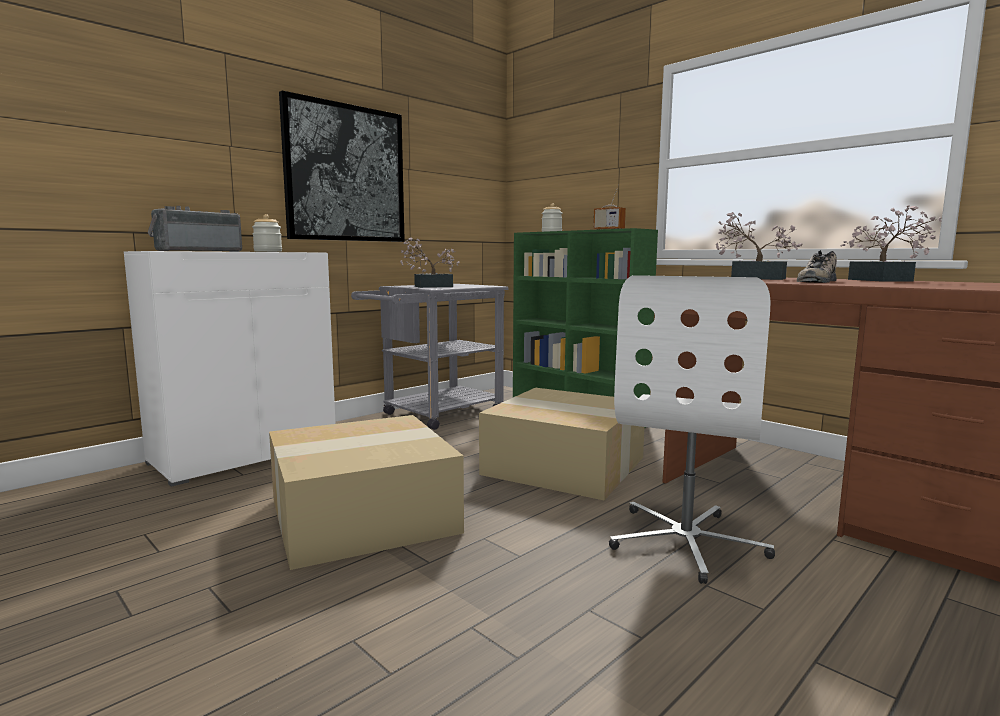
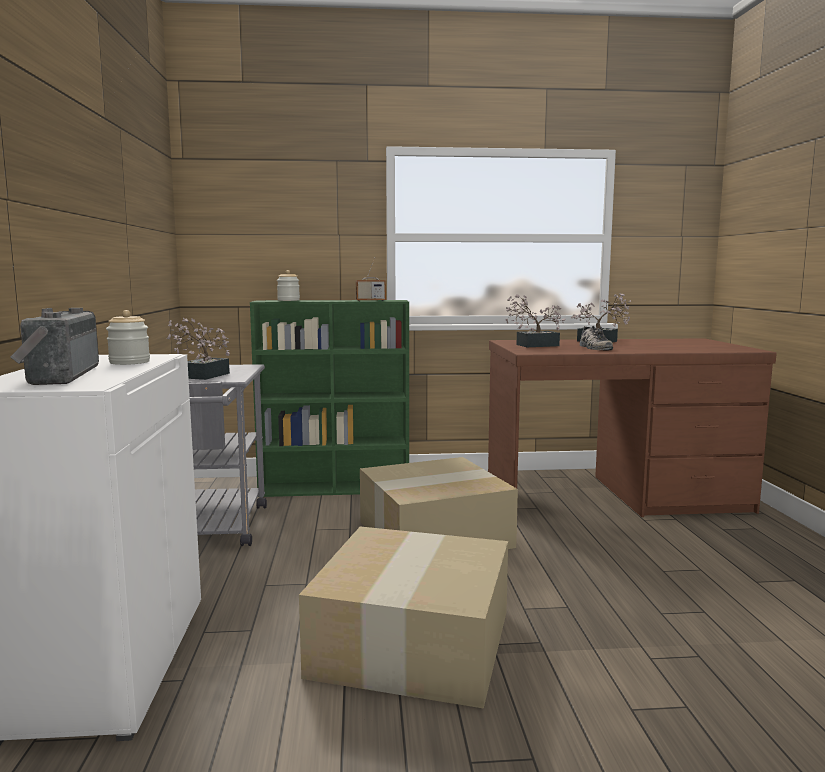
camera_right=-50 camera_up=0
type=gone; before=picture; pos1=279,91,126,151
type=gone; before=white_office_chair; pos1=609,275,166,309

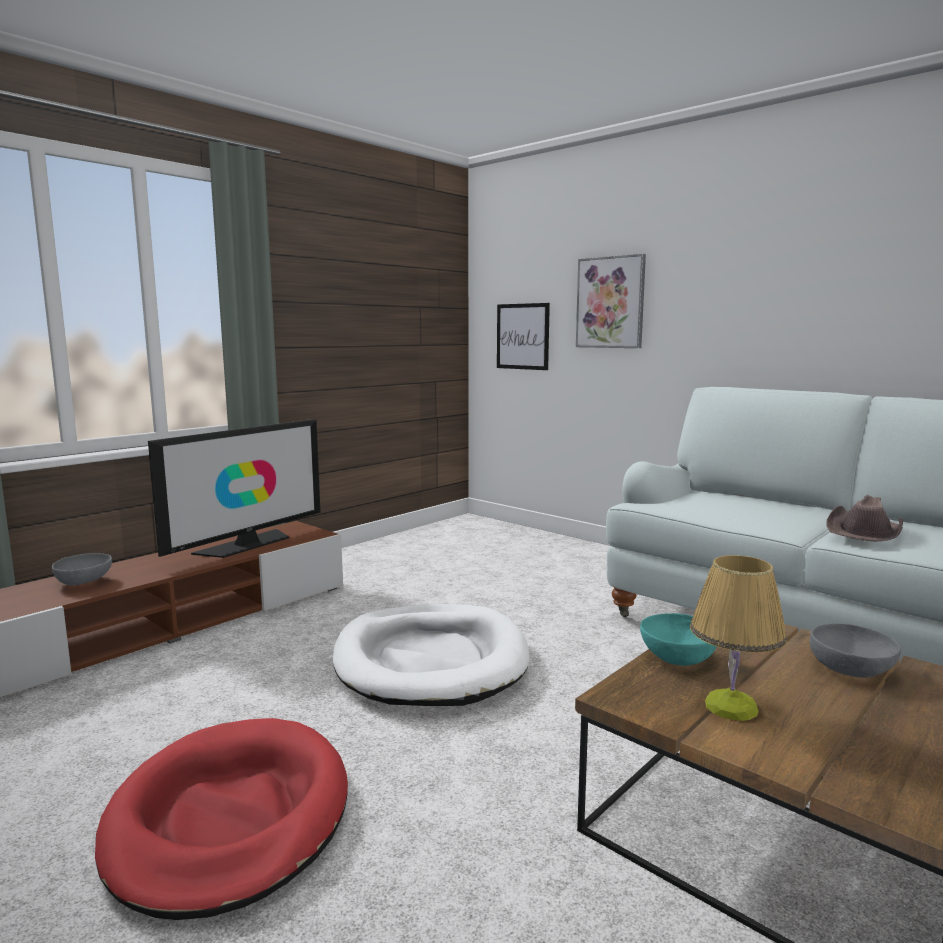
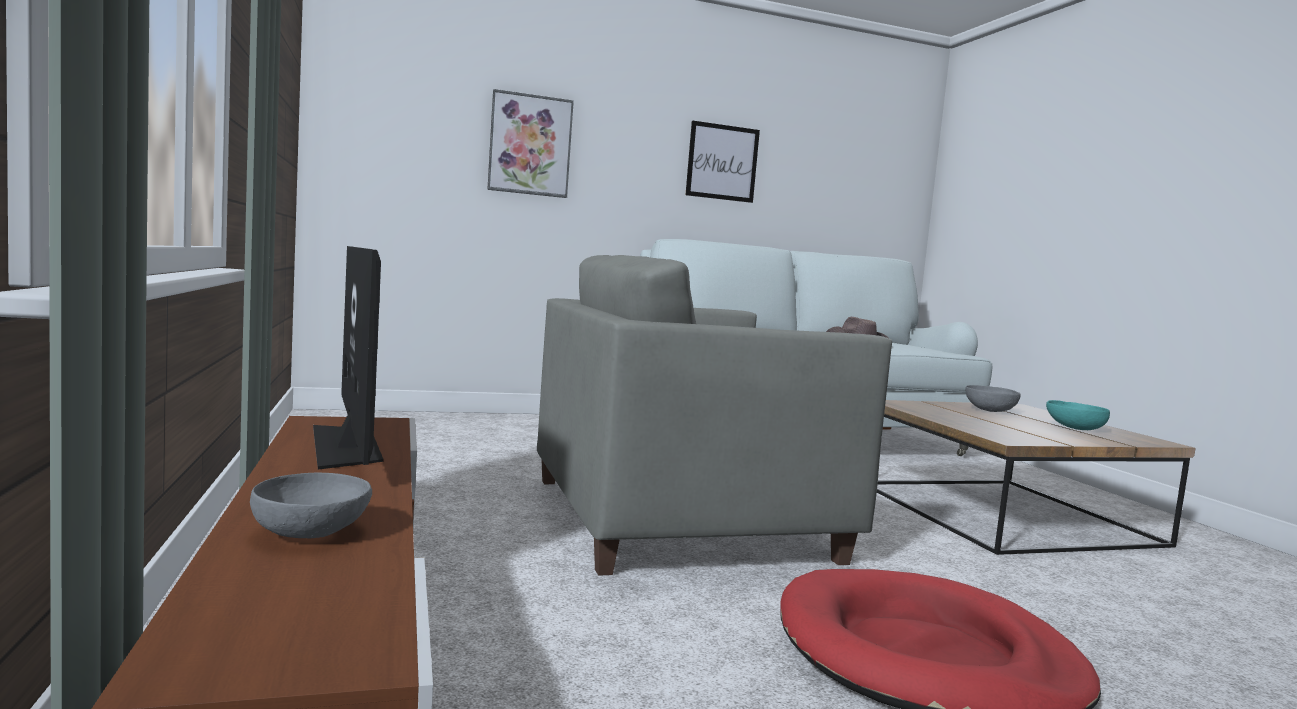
camera_right=-60 camera_up=-5
type=shifted; before=picture; pos1=497,303,53,67; pos2=686,121,74,82
type=gone; before=table_lamp; pos1=690,555,97,166
type=swapped; before=white_dog_bed; after=grey_armchair; pos1=333,604,197,102; pos2=537,255,355,321
type=shifted; before=turquoise_bowl; pos1=640,613,77,53; pos2=1046,400,64,30

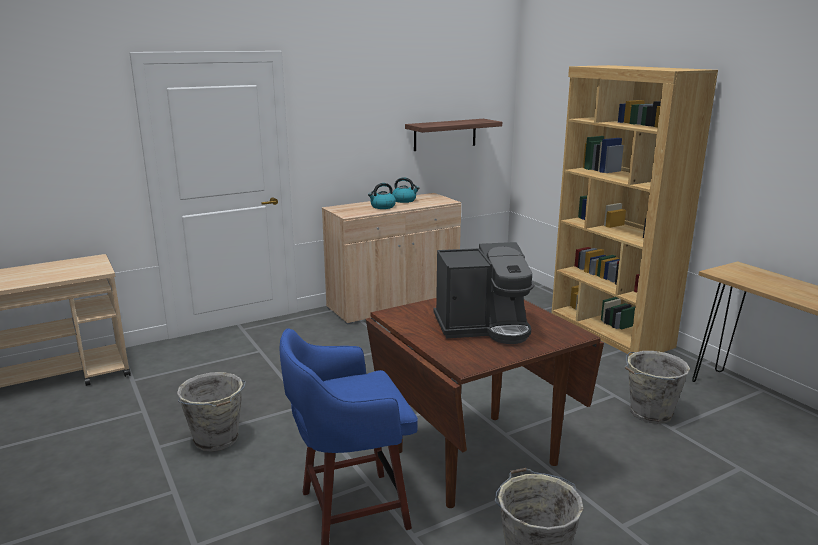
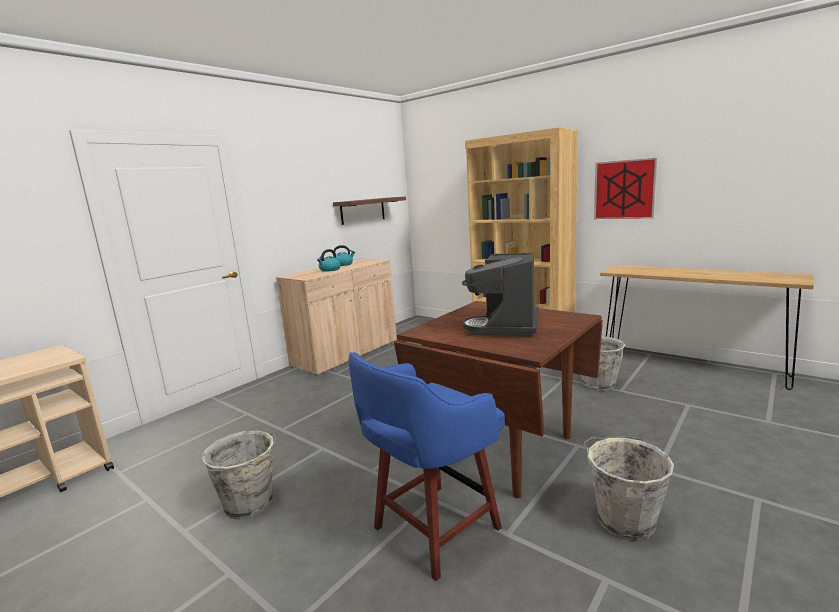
camera_right=-20 camera_up=-5
type=rotated; before=coffee_maker; pos1=433,242,101,102; pos2=462,253,77,84; turn=135
type=new; after=picture; pos2=594,158,63,61

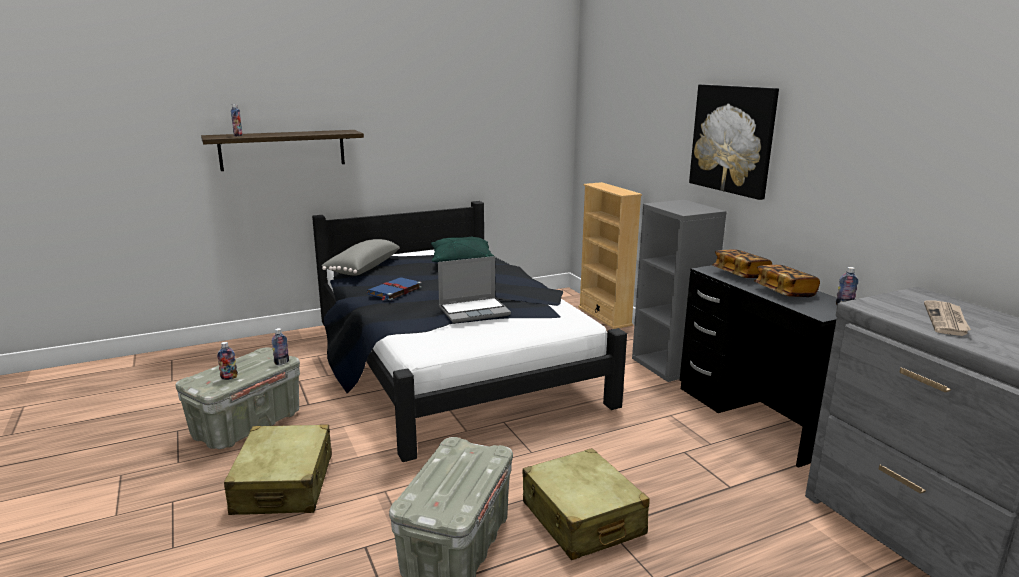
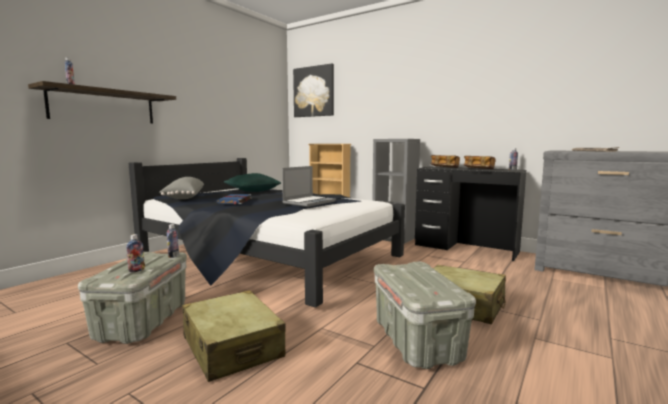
camera_right=-30 camera_up=-10
type=shifted; before=picture; pos1=689,84,90,116; pos2=293,63,41,54

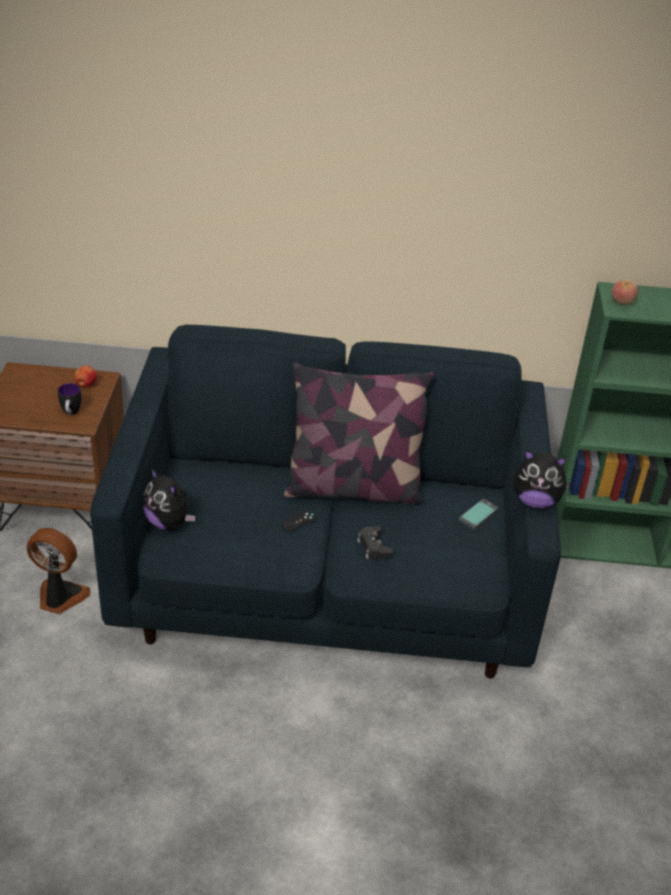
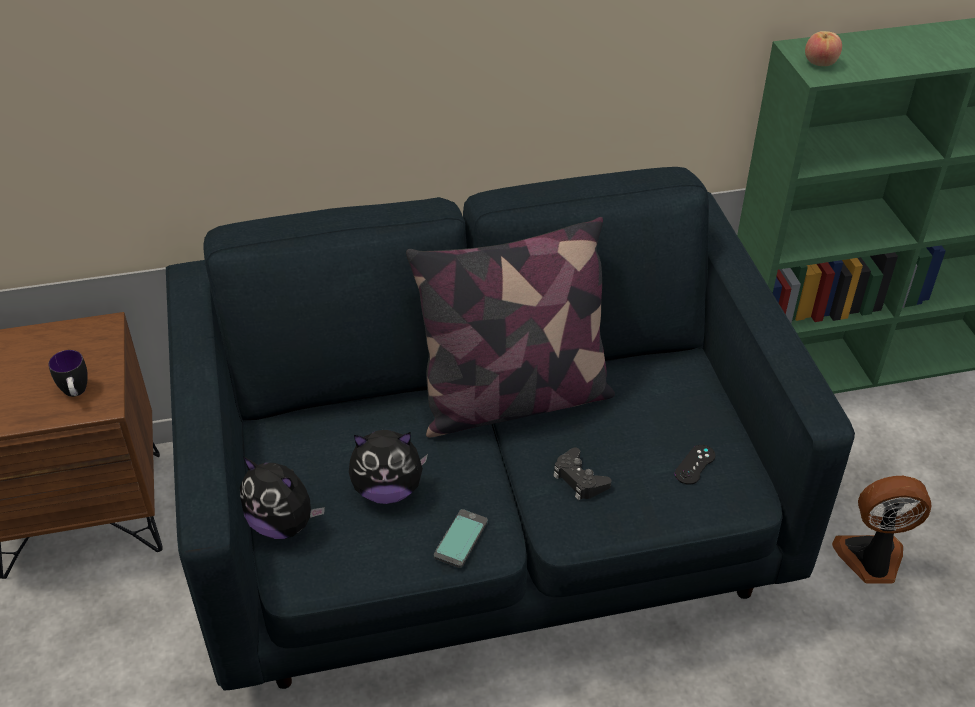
camera_right=-15 camera_up=5
type=gone; before=apple_fruit; pos1=74,365,23,22
type=shifted; before=plush_toy; pos1=513,449,58,59; pos2=349,430,79,74
type=shifted; before=telephone; pos1=459,499,39,30; pos2=434,509,54,59
type=shifted; before=black-coloured_gamepad; pos1=282,510,35,21; pos2=675,445,40,40
type=shifted; before=cooling_fan; pos1=27,528,64,86; pos2=832,476,99,108

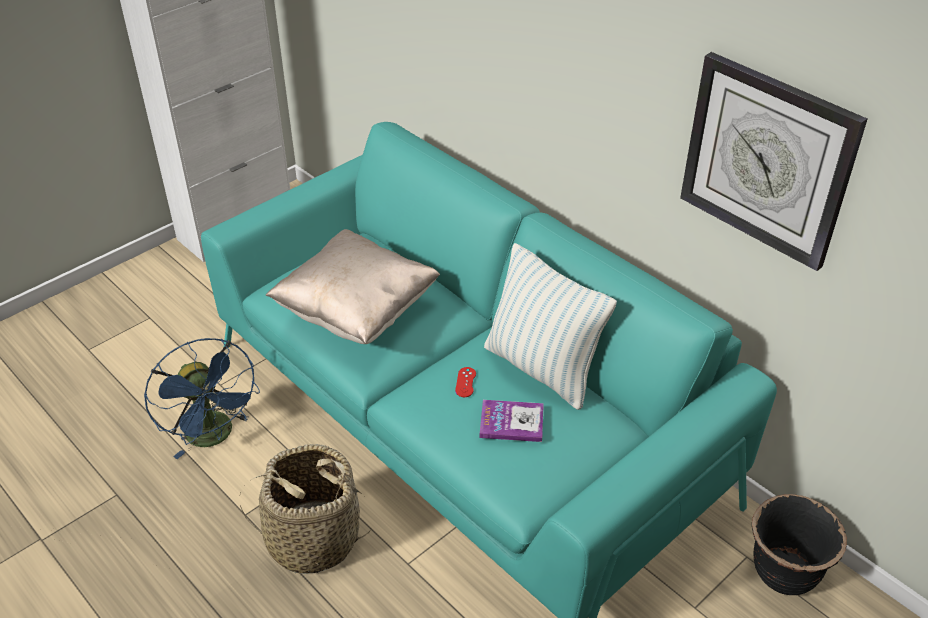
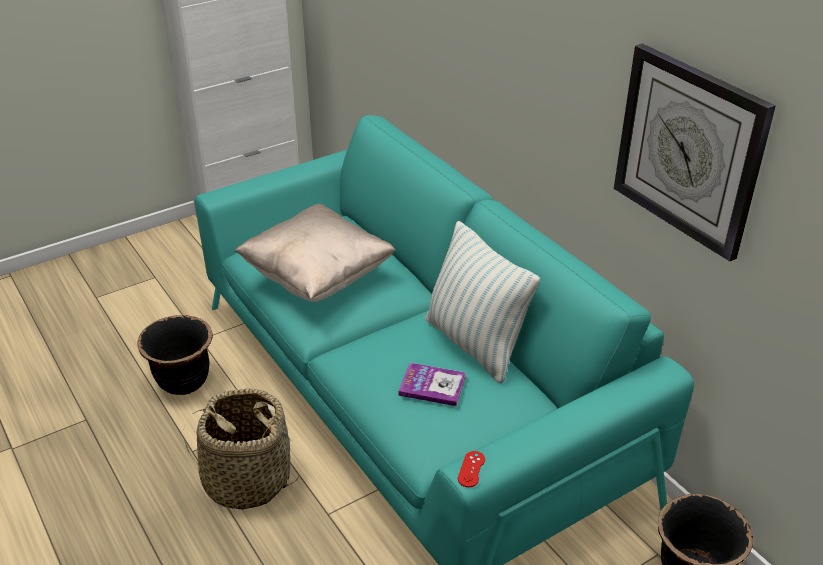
camera_right=10 camera_up=-5
type=swapped; before=bluish_cooling_fan; after=black-coloured_flower_pot; pos1=144,338,116,121; pos2=137,315,76,80
type=shifted; before=red_gamepad; pos1=455,367,21,30; pos2=458,451,27,36

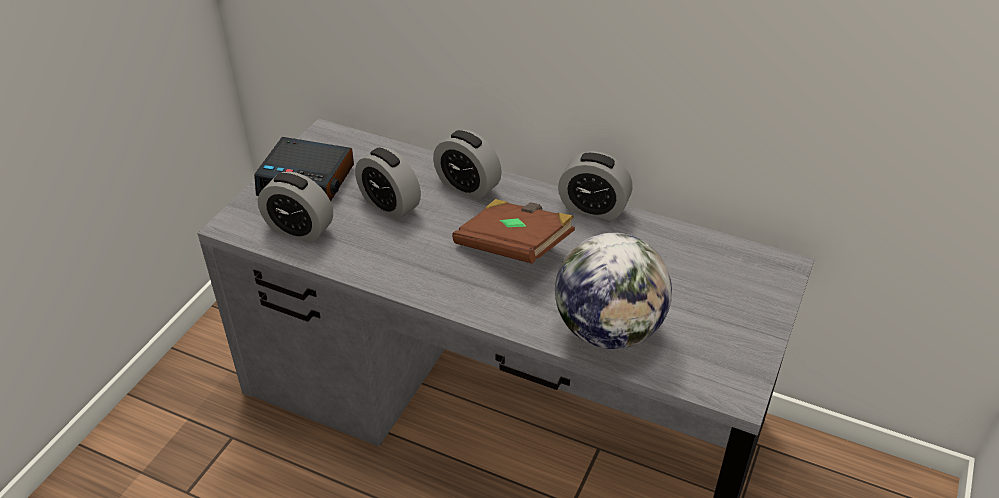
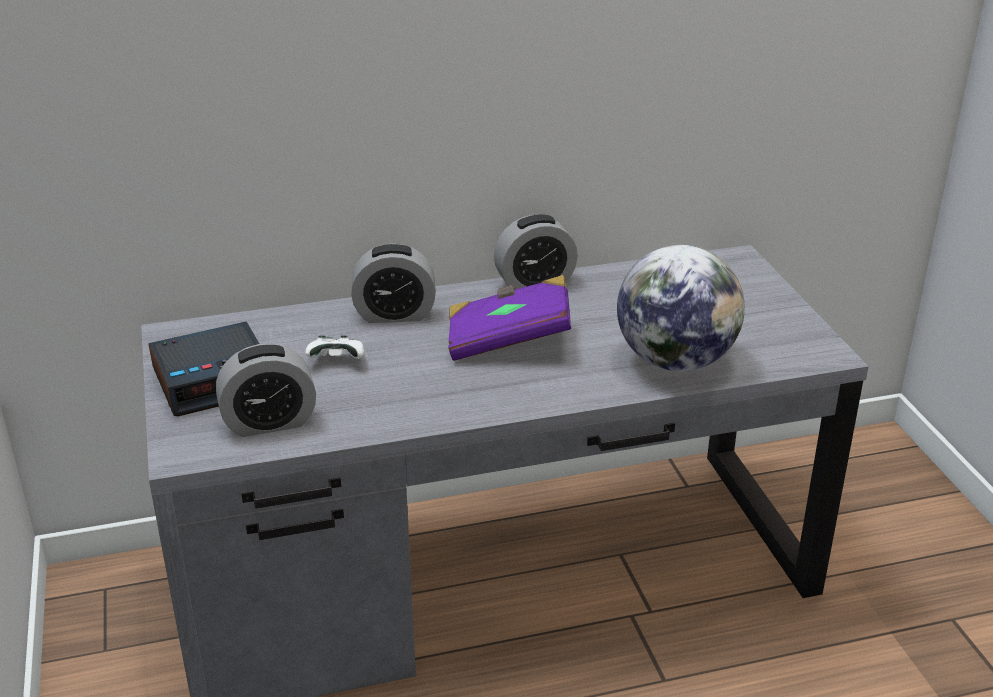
camera_right=-40 camera_up=-10
type=swapped; before=alarm_clock; after=white_gamepad; pos1=355,147,66,73; pos2=305,335,59,24
type=repainted; before=brown-coloured_bound_book; after=purplish_bound_book; pos1=452,199,123,65; pos2=448,275,123,86

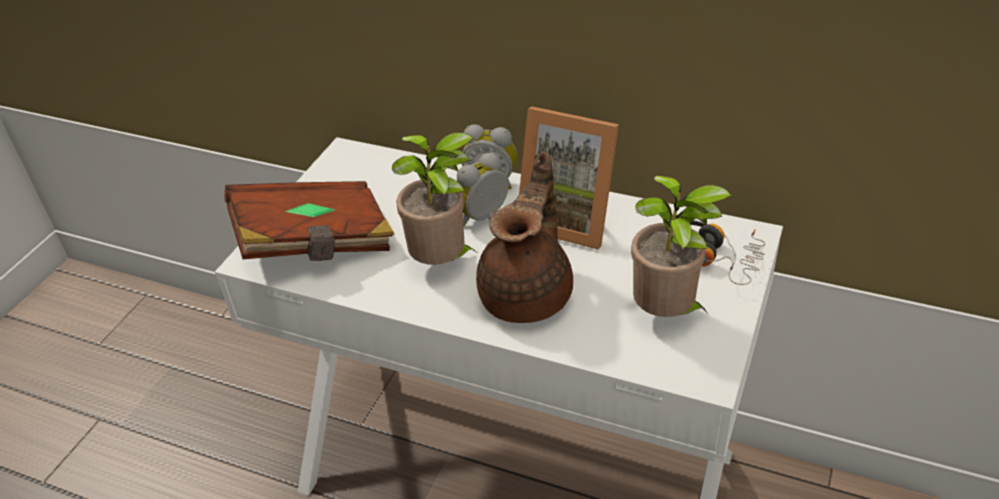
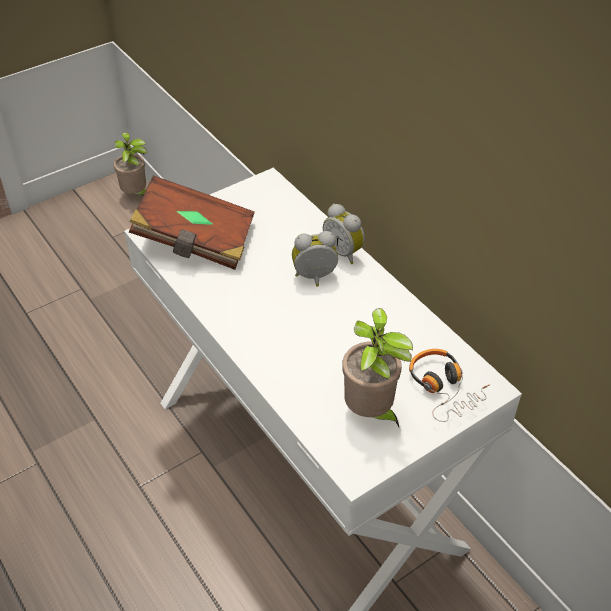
camera_right=30 camera_up=5
type=gone; before=picture_frame; pos1=519,107,100,143
type=shifted; before=plant_in_a_pot; pos1=392,132,84,133; pos2=114,132,33,63
type=gone; before=brown-coloured_teapot; pos1=476,152,97,171

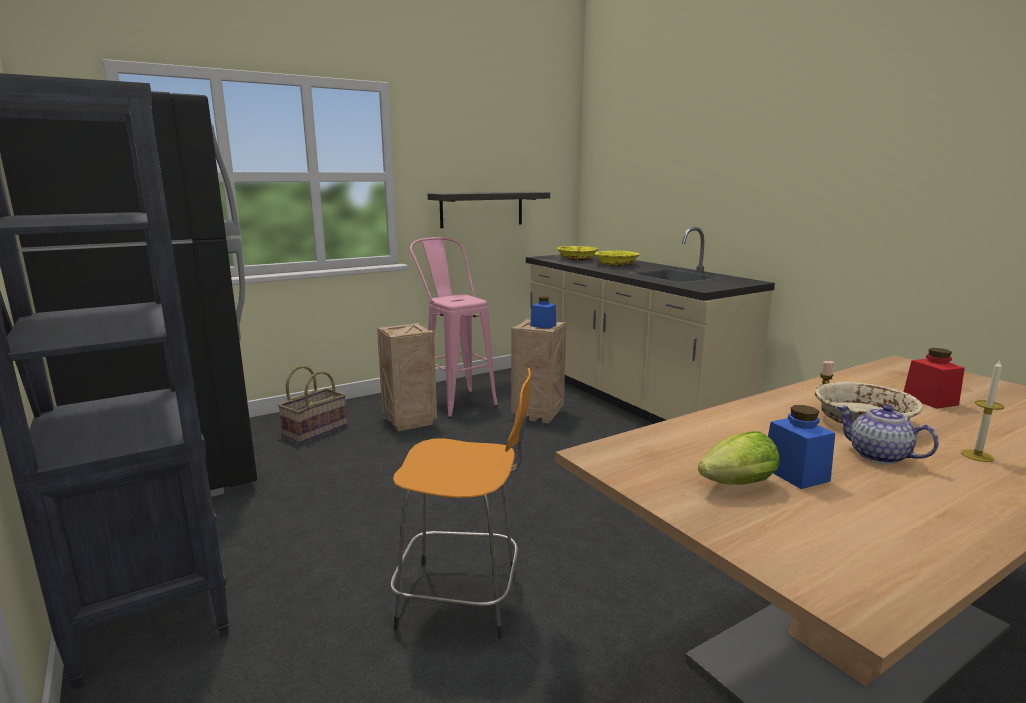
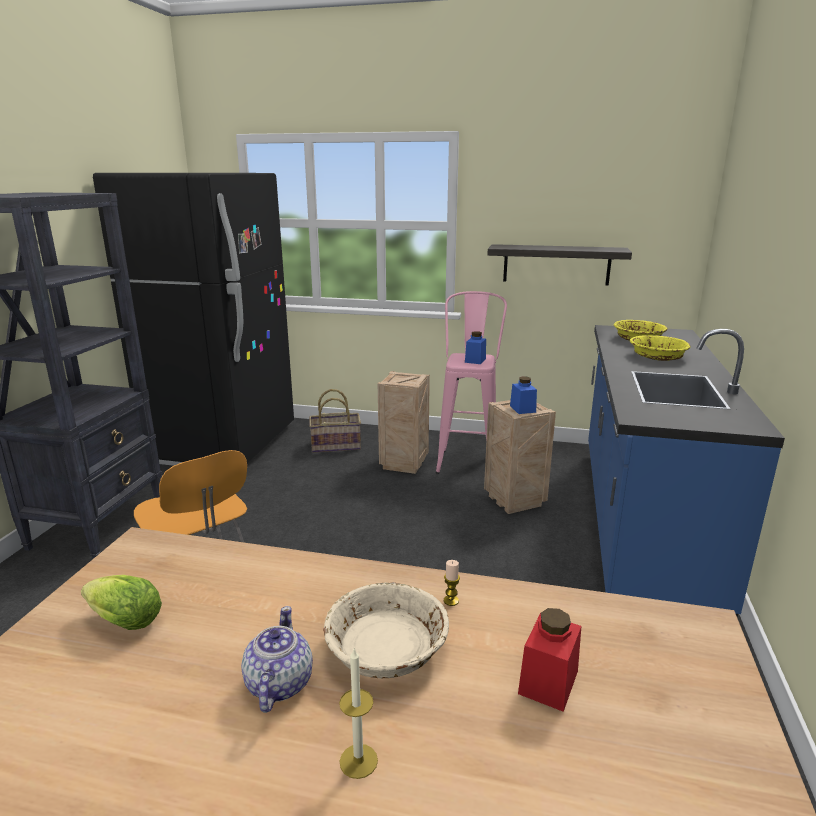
camera_right=45 camera_up=5
type=repainted; before=beige_counter; after=bluish_counter; pos1=526,227,249,197; pos2=588,325,197,292
type=shifted; before=bluish_storage_jar; pos1=768,405,67,84; pos2=465,331,21,33

